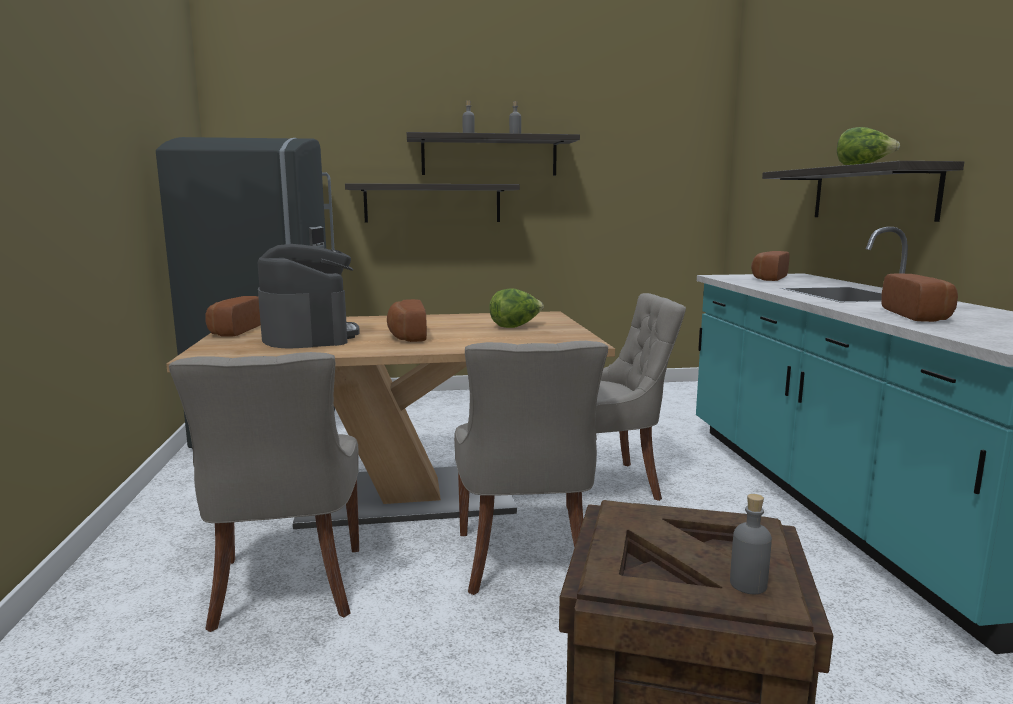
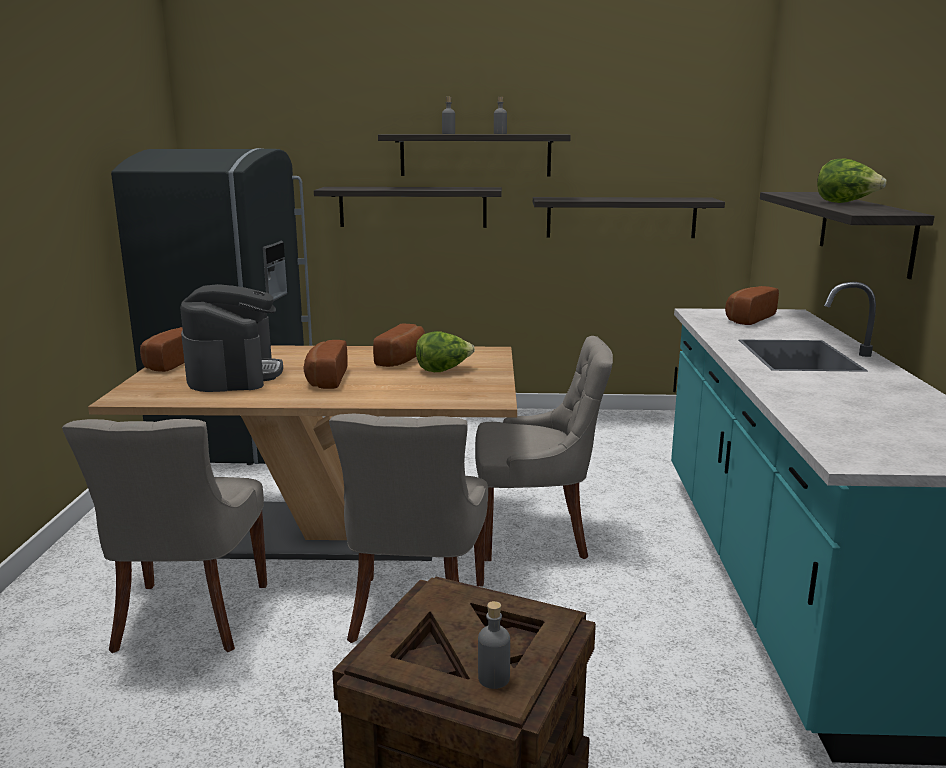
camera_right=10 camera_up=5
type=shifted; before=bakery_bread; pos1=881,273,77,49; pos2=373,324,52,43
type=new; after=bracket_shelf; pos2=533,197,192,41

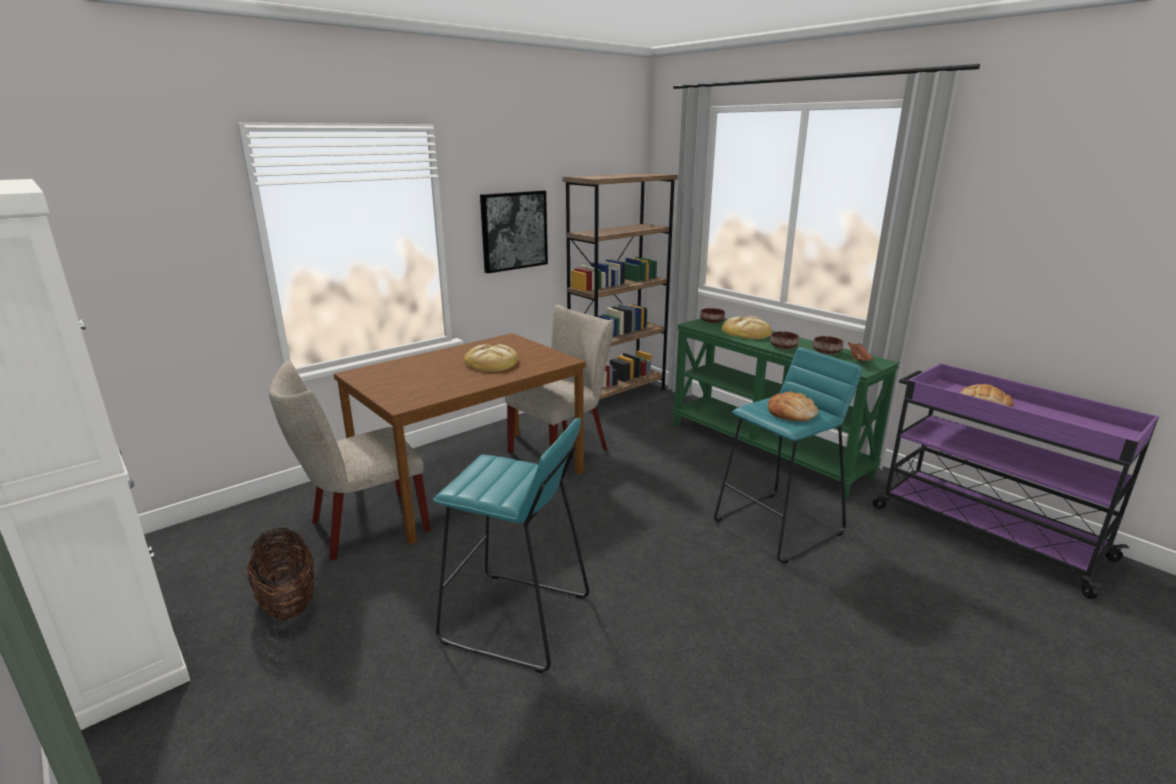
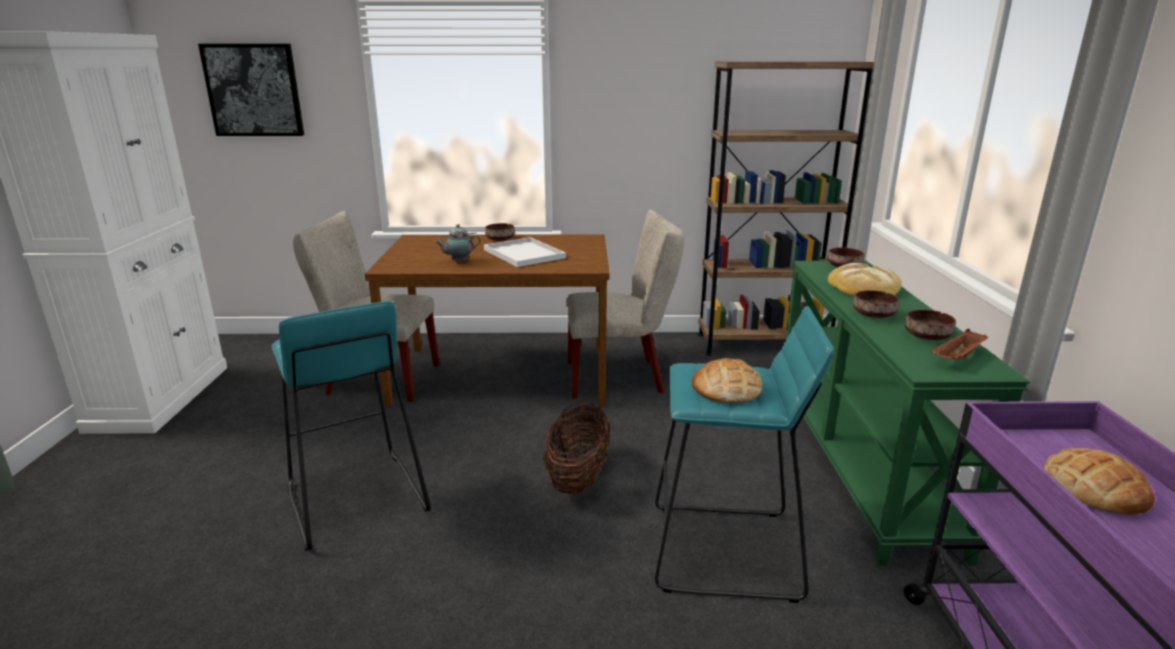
camera_right=40 camera_up=0
type=shifted; before=picture; pos1=480,190,68,83; pos2=198,44,106,92
type=swapped; before=bakery_bread; after=white_carrying_tray; pos1=464,344,54,28; pos2=484,237,82,30
type=shifted; before=storage_basket; pos1=247,528,67,92; pos2=543,402,67,93
type=new; after=brown-coloured_bowl; pos2=485,223,30,18
type=new; after=teapot; pos2=435,224,46,39

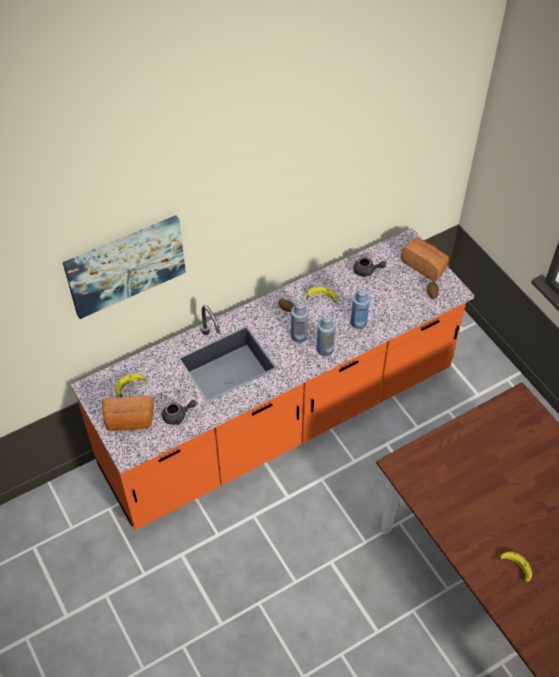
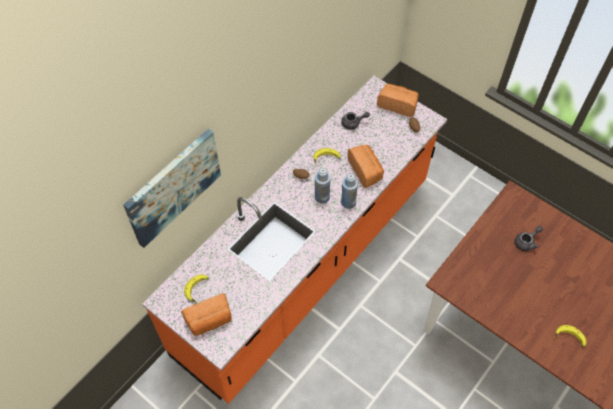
camera_right=-20 camera_up=5
type=swapped; before=bluish_beverage_bottle; after=bakery_bread; pos1=350,287,20,42; pos2=347,145,37,43
type=shifted; before=grey_teapot; pos1=162,400,35,25; pos2=514,226,29,25

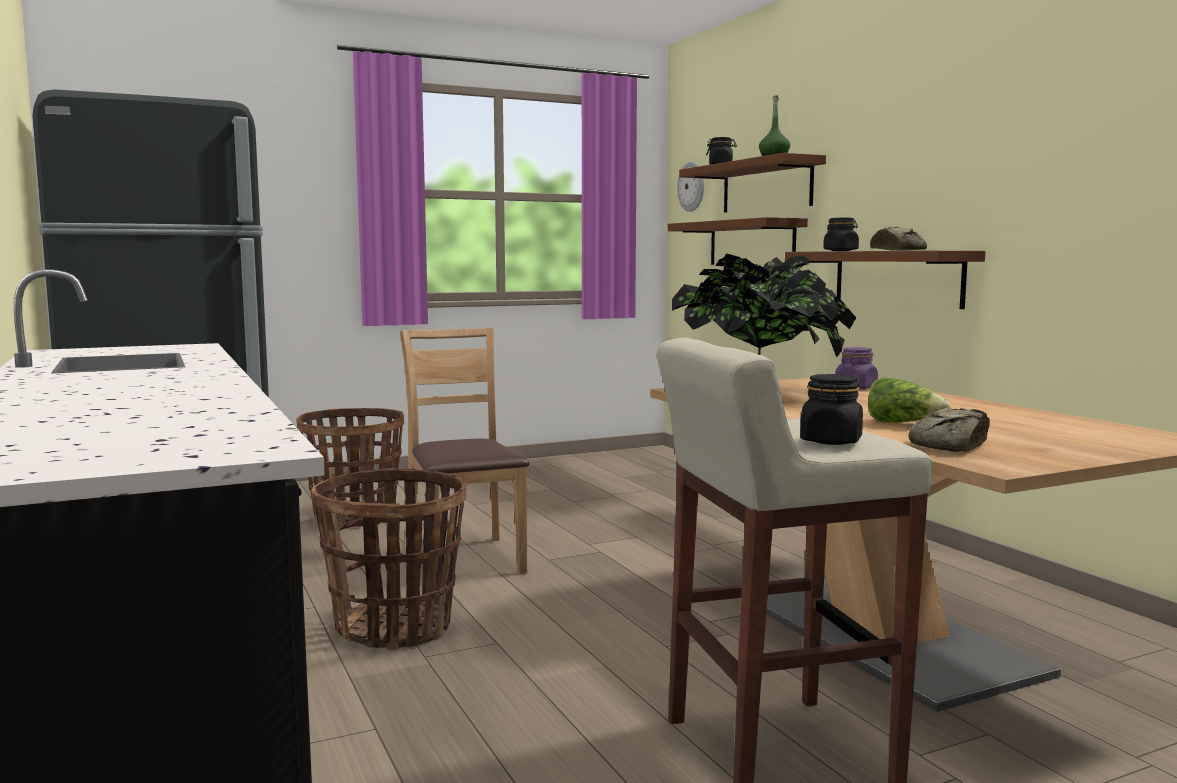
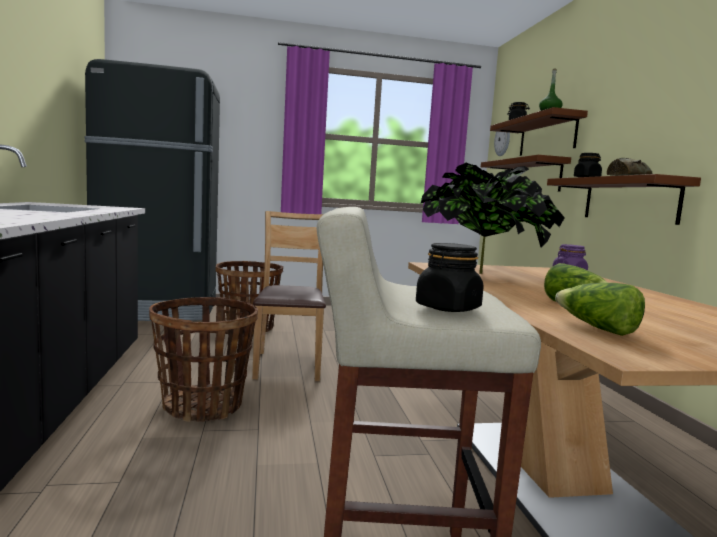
camera_right=15 camera_up=0
type=swapped; before=bakery_bread; after=lettuce_head; pos1=908,408,82,44; pos2=555,283,90,53

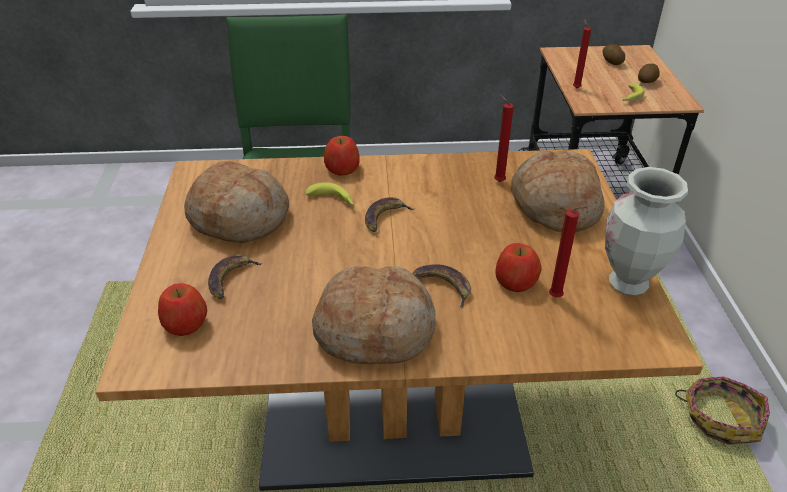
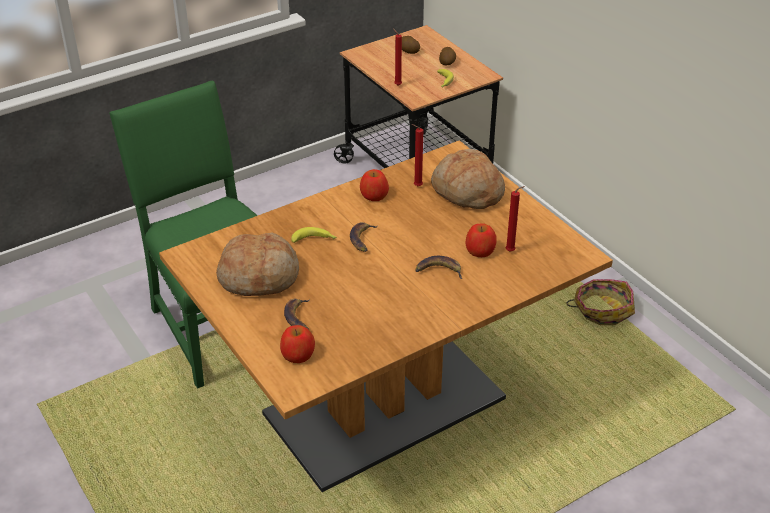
camera_right=-30 camera_up=0
type=shifted; before=apple_fruit; pos1=324,136,35,40; pos2=360,169,29,32
type=gone; before=vase; pos1=605,167,83,129
type=gone; before=bakery_bread; pos1=312,266,124,98

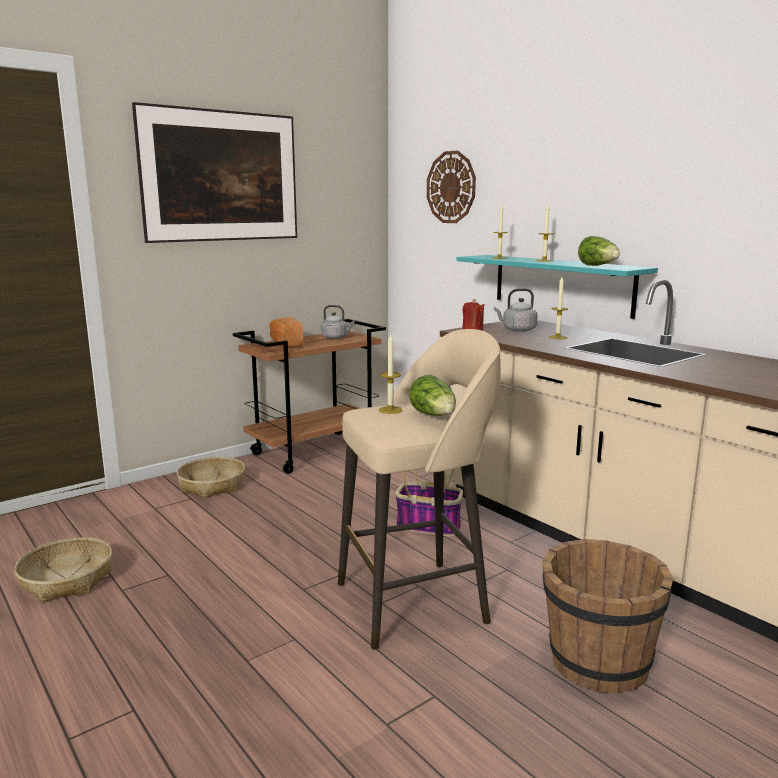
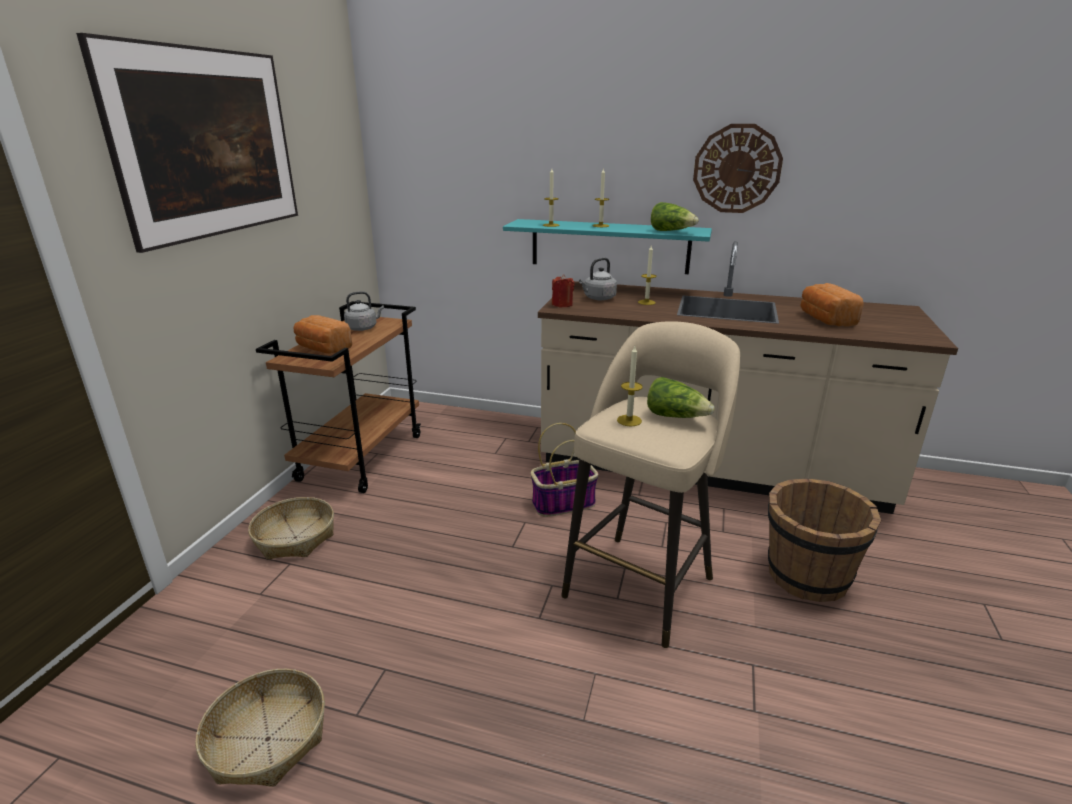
camera_right=-35 camera_up=10
type=shifted; before=hanging_clock; pos1=427,151,49,72; pos2=693,124,90,89
type=new; after=bakery_bread; pos2=800,283,64,44

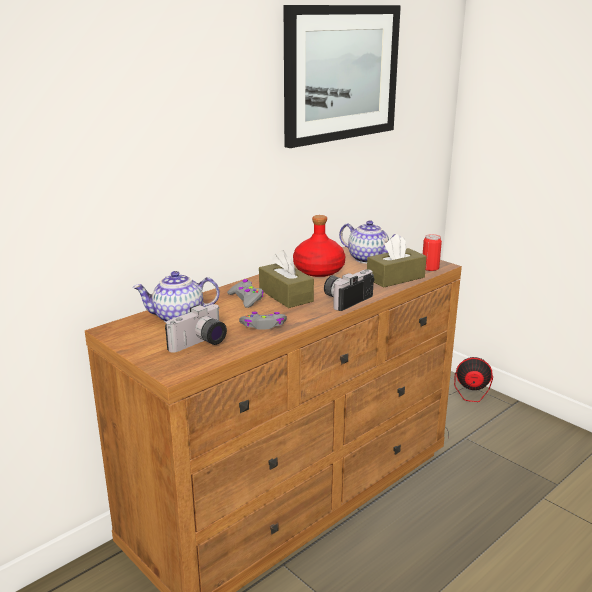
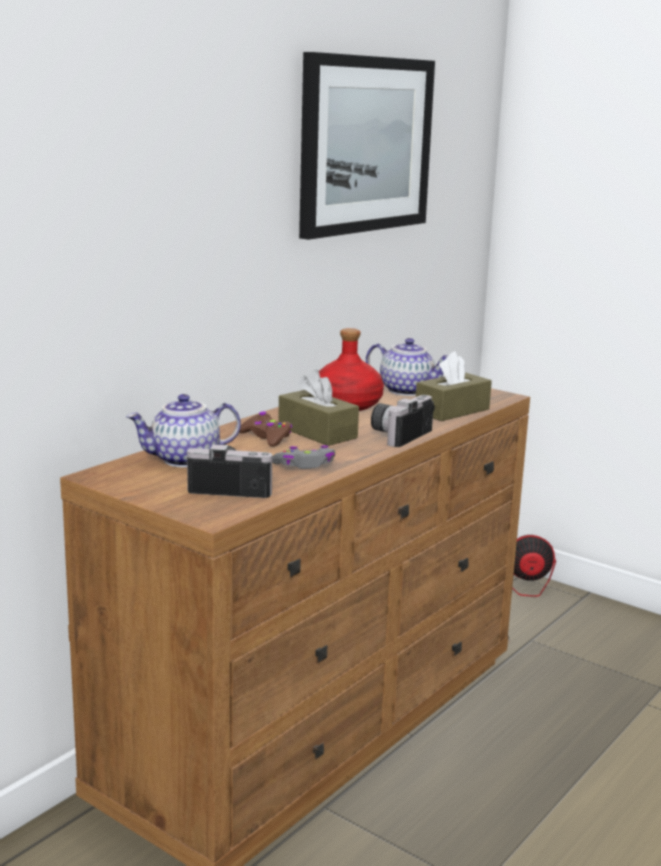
camera_right=-10 camera_up=-5
type=gone; before=can; pos1=423,234,19,37
type=repainted; before=grey_gamepad; after=brown-coloured_gamepad; pos1=227,279,37,29; pos2=239,411,53,36
type=rotated; before=still_camera; pos1=165,304,62,49; pos2=186,444,87,54; turn=-120

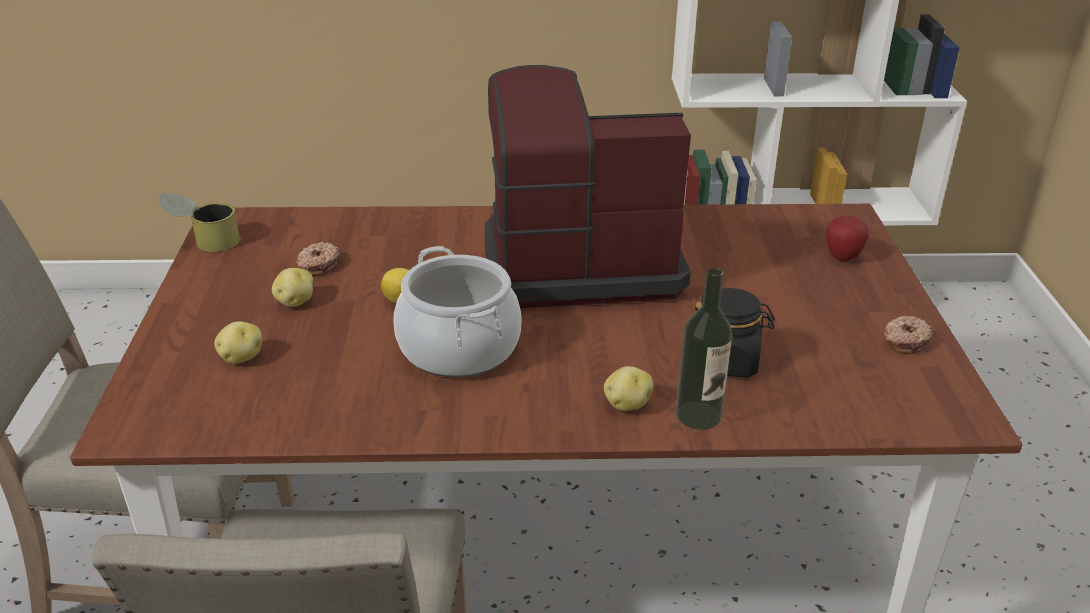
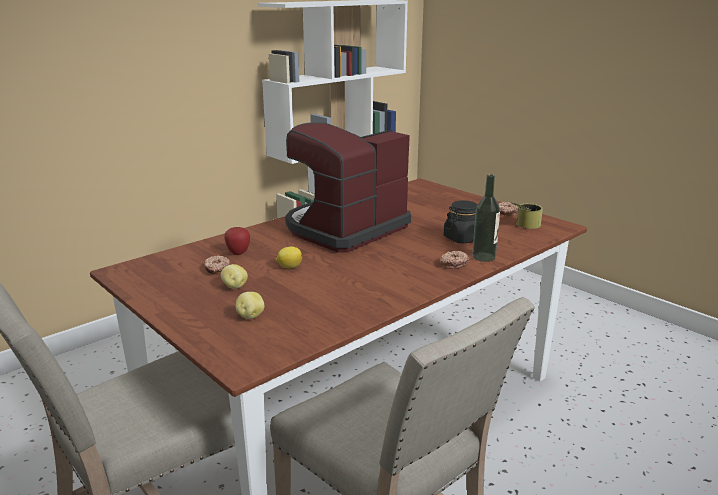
camera_right=-40 camera_up=-10
type=shifted; before=can; pos1=158,193,82,59; pos2=511,202,32,27
type=shifted; before=apple_fruit; pos1=827,216,42,45; pos2=224,227,26,28
type=gone; before=cooking_pot; pos1=394,246,128,131
type=swapped; before=whole_potato; after=doughnut; pos1=604,366,49,45; pos2=440,251,29,18

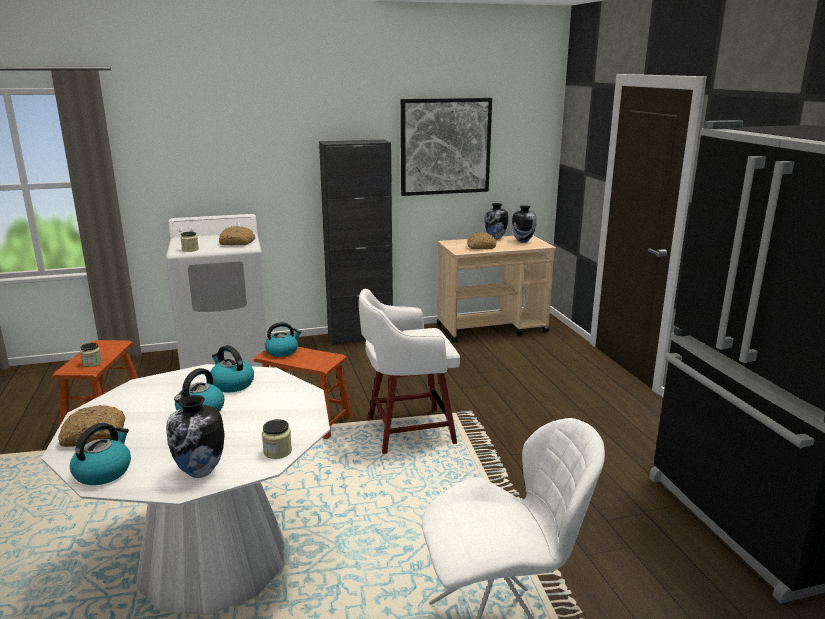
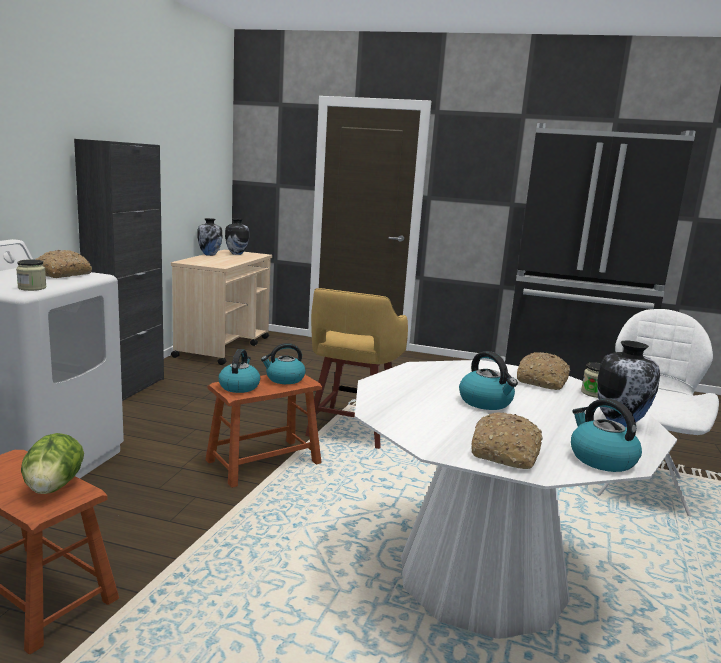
camera_right=-60 camera_up=-5
type=gone; before=picture; pos1=401,98,91,98
type=shifted; before=bakery_bread; pos1=467,232,29,17; pos2=517,352,53,38
type=repainted; before=white_stool; after=yellow_stool; pos1=359,289,101,165; pos2=305,288,103,161
type=swapped; before=storage_jar; after=lettuce_head; pos1=80,343,22,24; pos2=21,433,63,61
type=shifted; before=kettle; pos1=210,345,44,47; pos2=261,343,45,41

